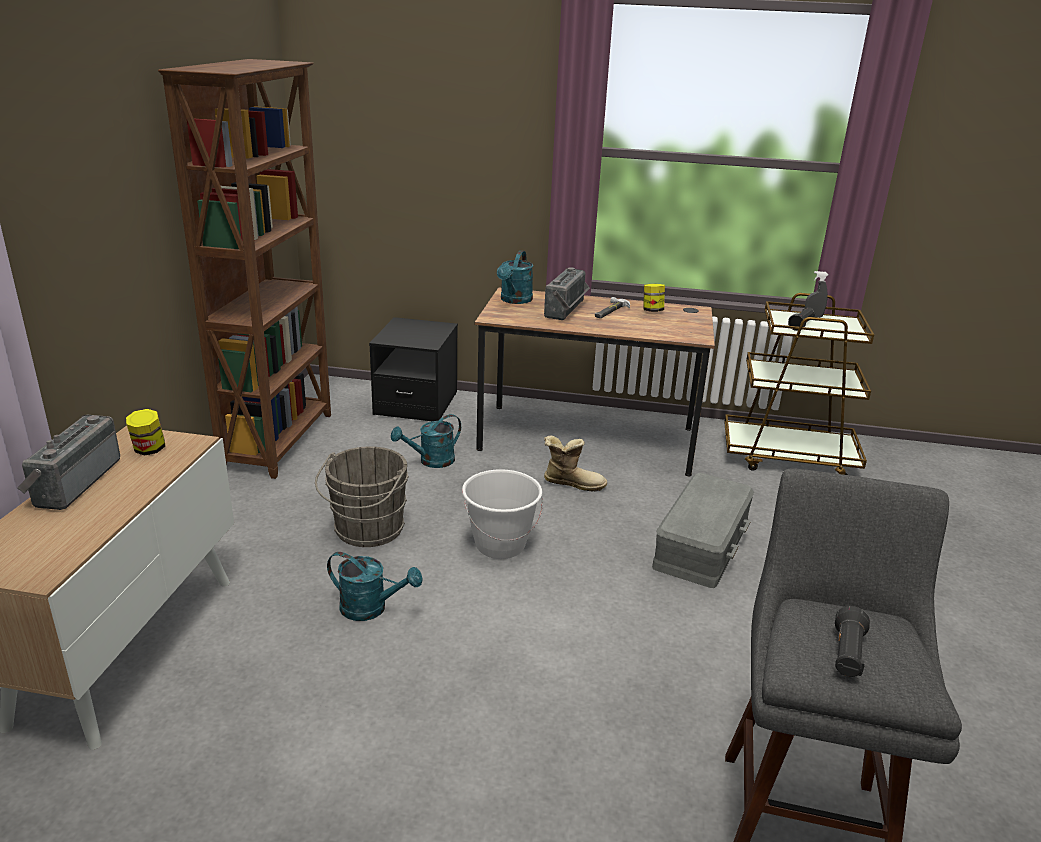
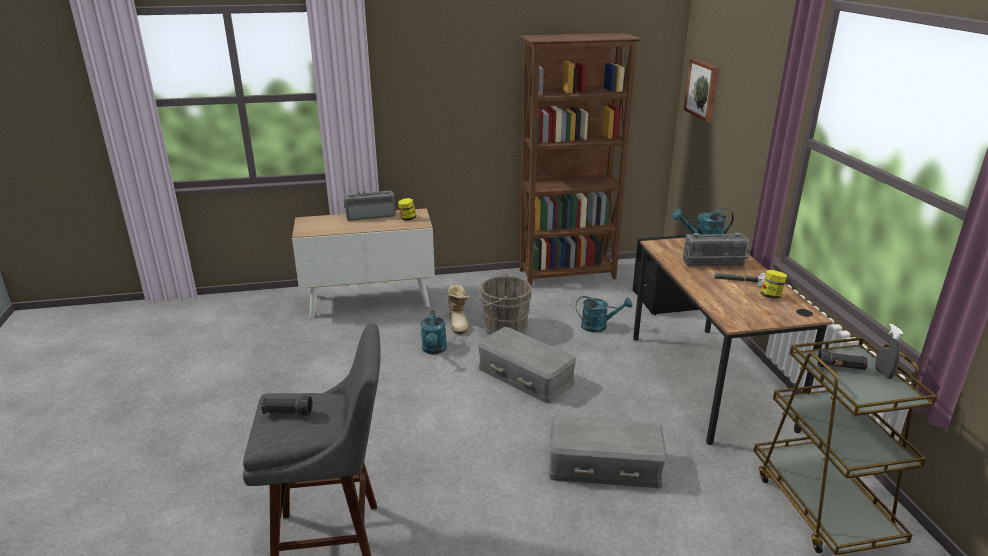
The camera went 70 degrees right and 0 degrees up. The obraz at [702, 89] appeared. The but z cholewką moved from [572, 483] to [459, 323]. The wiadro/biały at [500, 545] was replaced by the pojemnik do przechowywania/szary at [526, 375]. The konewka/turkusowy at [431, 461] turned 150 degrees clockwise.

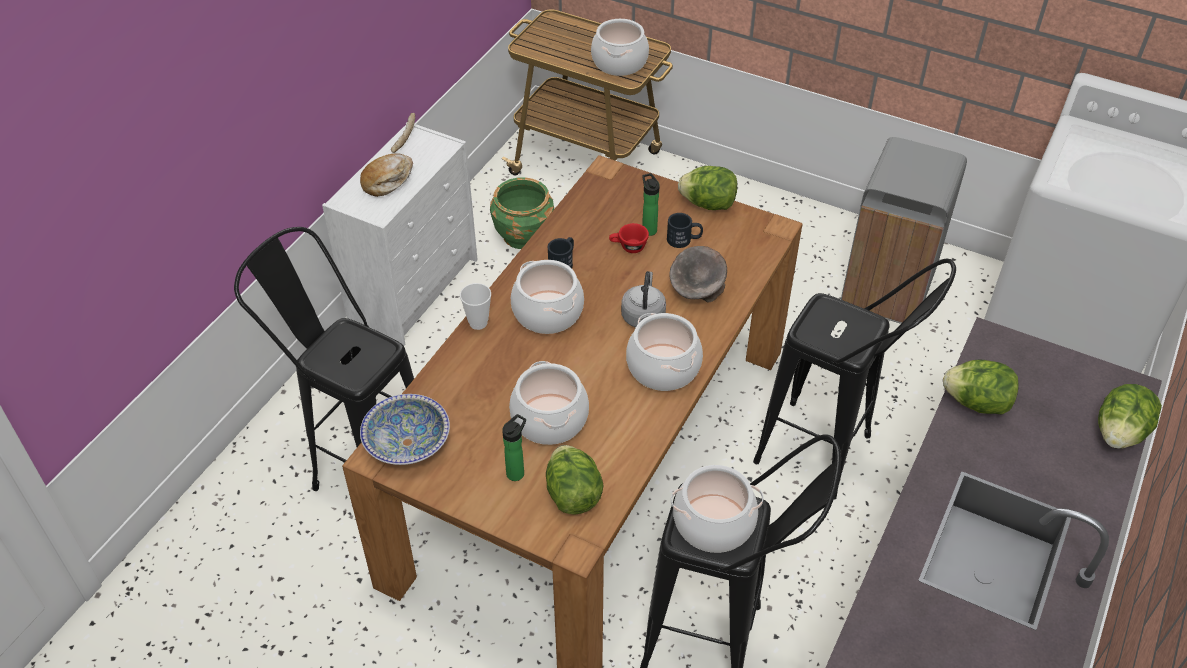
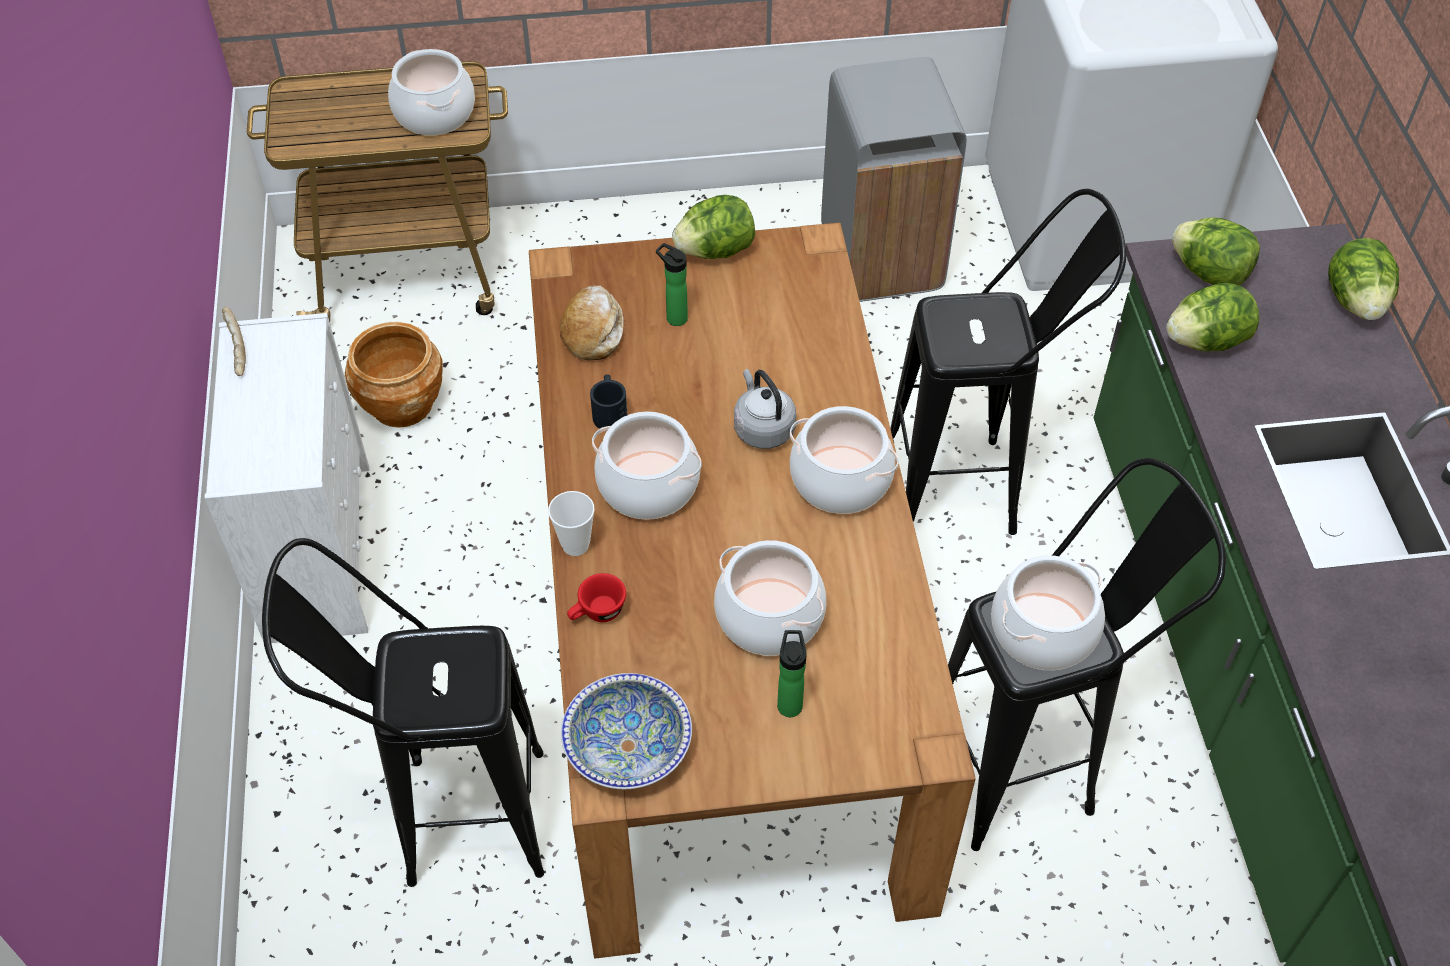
The camera went 35 degrees left and 5 degrees up. The kubek/czarny at [684, 240] disappeared. The miska/szary at [697, 292] disappeared. The chleb moved from [387, 180] to [592, 331]. The sałata moved from [573, 494] to [1209, 273]. The filiżanka/czerwony moved from [628, 247] to [597, 613]. The donica/zielony at [523, 235] became the donica/brązowy at [401, 404].

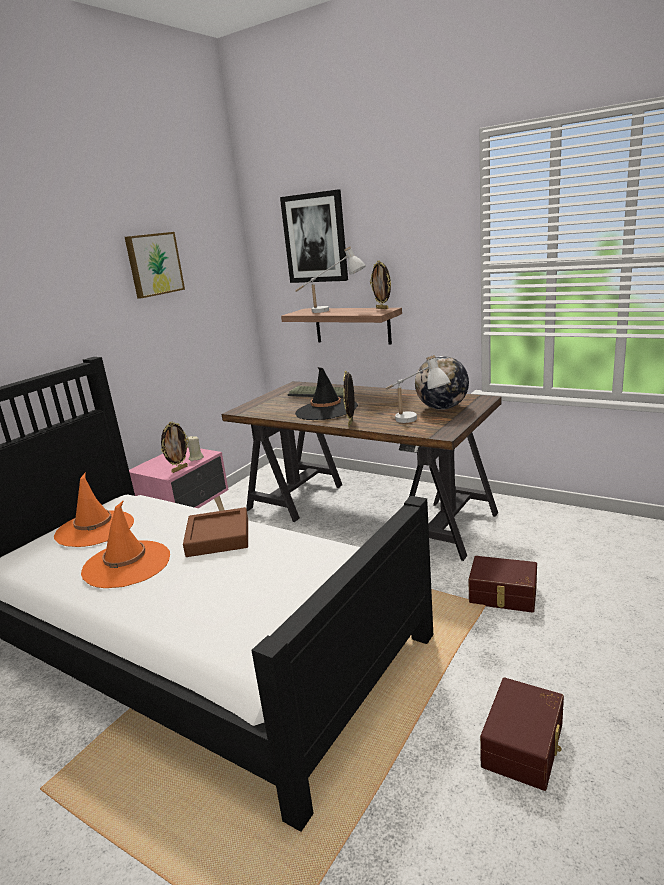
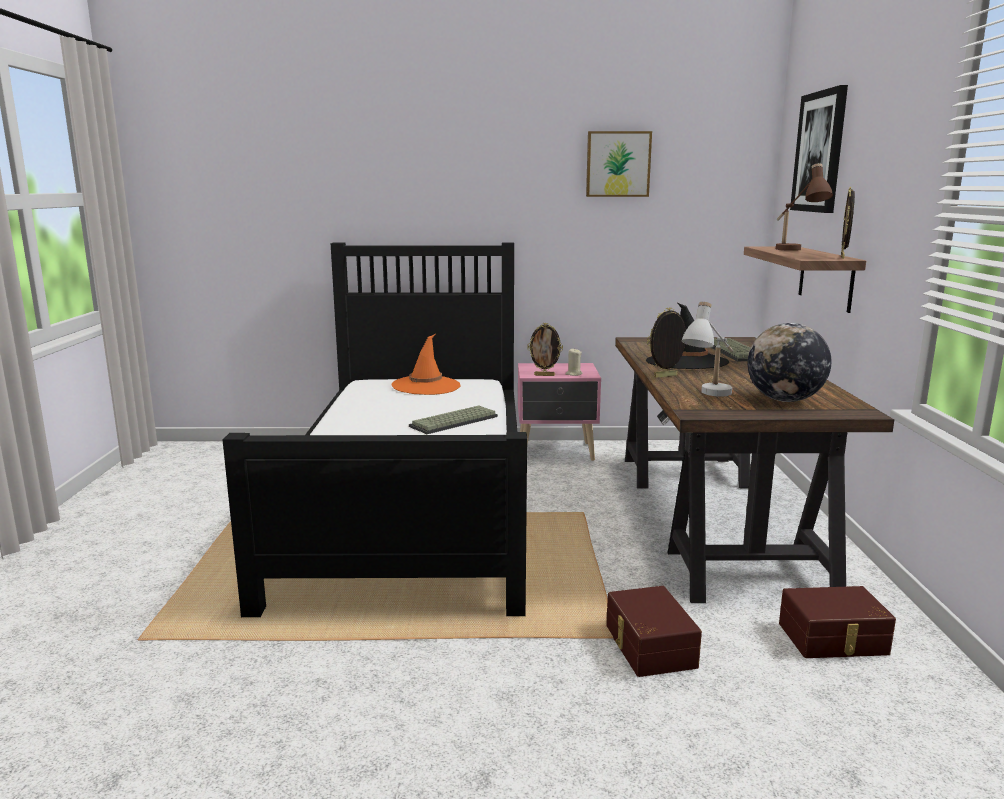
The camera went 55 degrees right and 5 degrees down. The kapelusz/pomarańczowy at [127, 564] disappeared. The pojemnik do przechowywania/brązowy moved from [525, 745] to [834, 639]. The taca/brązowy at [218, 537] was replaced by the klawiatura at [454, 422]. The lampa stołowa/biały at [331, 311] became the lampa stołowa/brązowy at [794, 251].

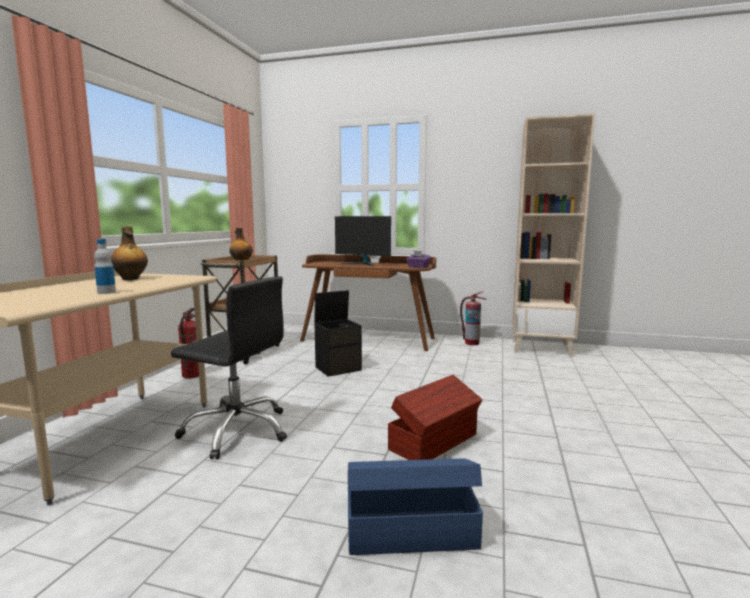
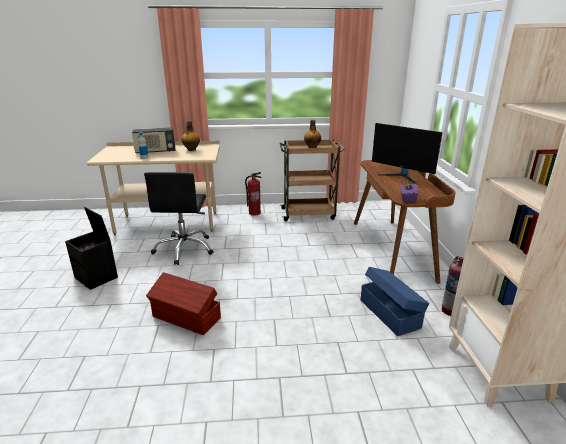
The camera went 70 degrees right and 15 degrees up. The radio at [155, 151] appeared. The pojemnik do przechowywania/czarny moved from [338, 368] to [97, 277]. The pojemnik do przechowywania/niebieski moved from [409, 530] to [390, 313]. The monitor at [363, 264] turned 60 degrees counterclockwise.

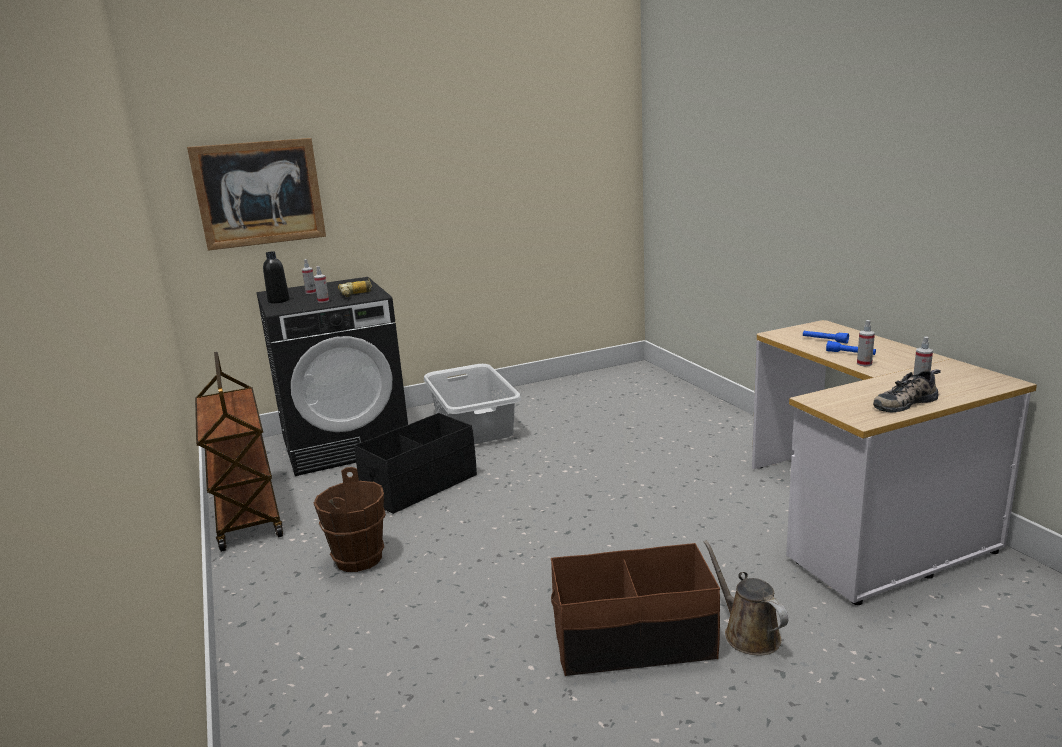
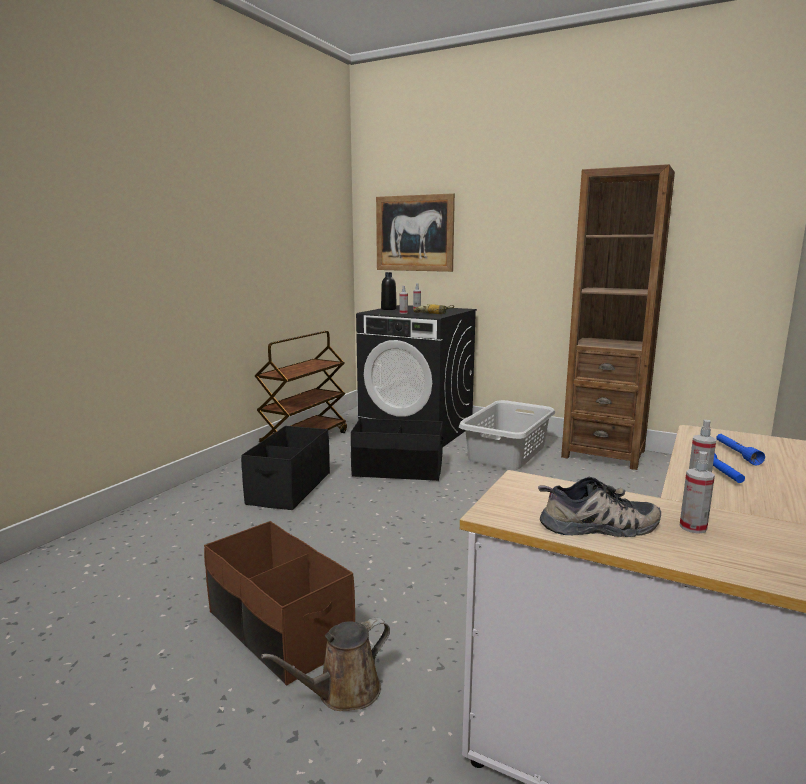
The camera went 50 degrees right and 5 degrees down. The regał/brązowy at [603, 454] appeared. The wiadro/brązowy at [359, 559] was replaced by the pojemnik do przechowywania/czarny at [289, 488]. The konewka/brązowy at [748, 633] turned 150 degrees counterclockwise. The but at [904, 402] turned 150 degrees clockwise.

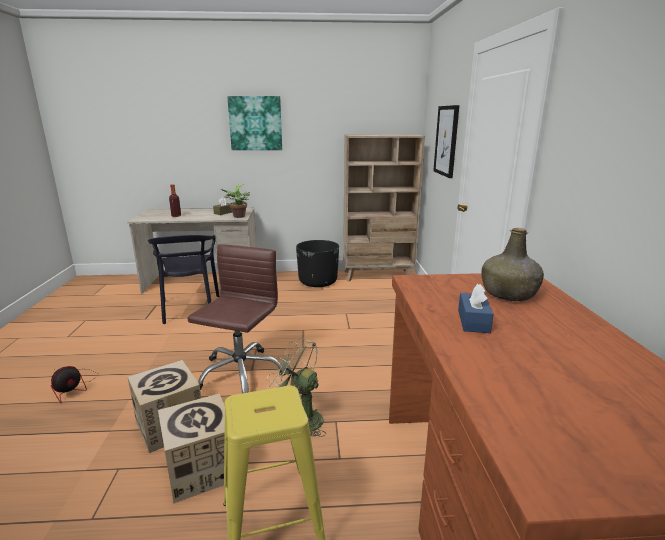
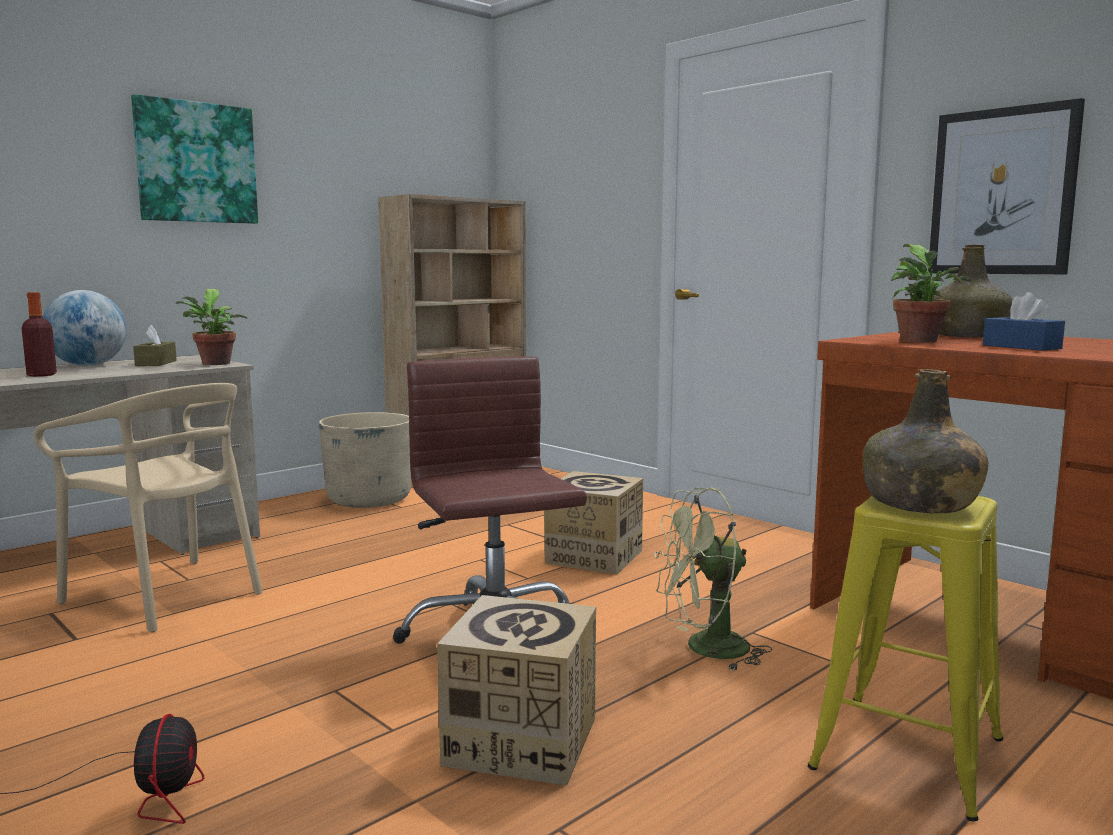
The camera went 40 degrees left and 10 degrees down. The globus at [88, 365] appeared. The butelka/zielony at [920, 504] appeared. The roślina doniczkowa at [921, 341] appeared. The karton moved from [201, 468] to [593, 557]. The obraz moved from [447, 141] to [1002, 192]. The krzesło/czarny at [190, 309] became the krzesło/beżowy at [166, 595]. The donica/czarny at [318, 281] became the donica/beżowy at [369, 499].

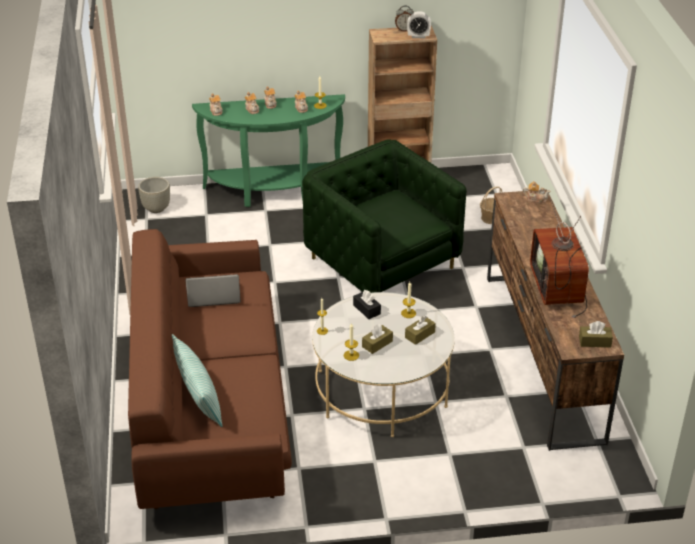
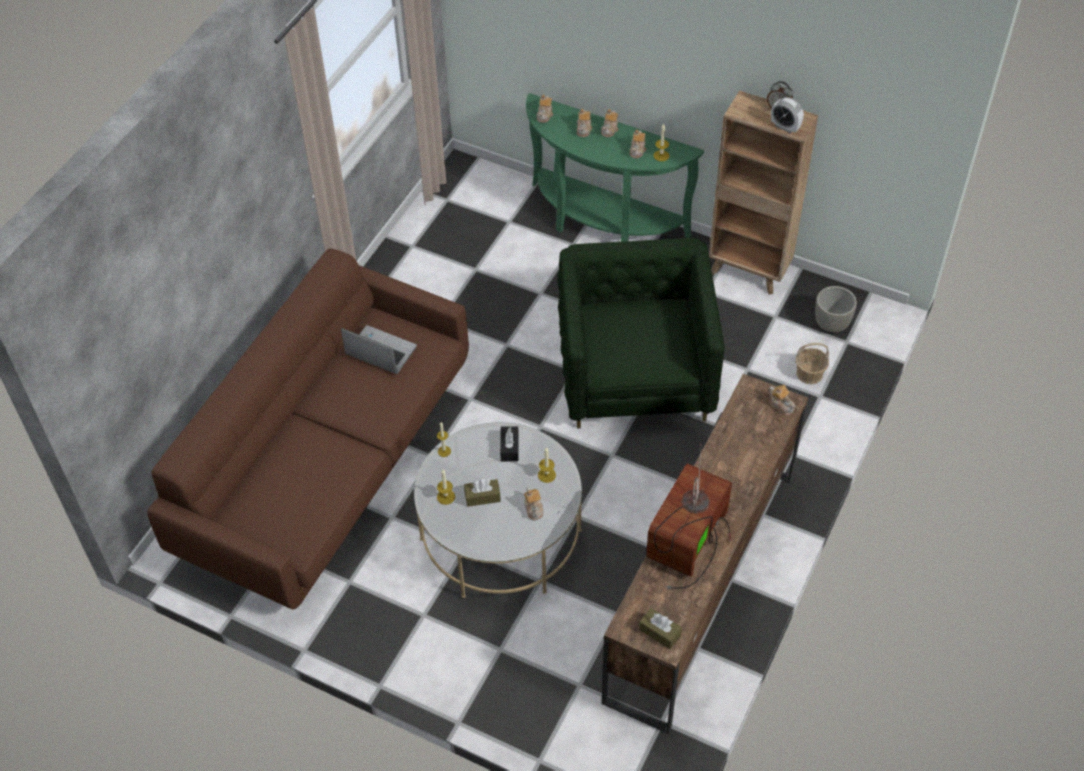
The camera went 35 degrees right and 15 degrees up. The poduszka at [198, 396] disappeared. The donica/szary moved from [156, 209] to [831, 325]. The pudełko chusteczek/brązowy at [420, 335] was replaced by the imbryk at [534, 508].

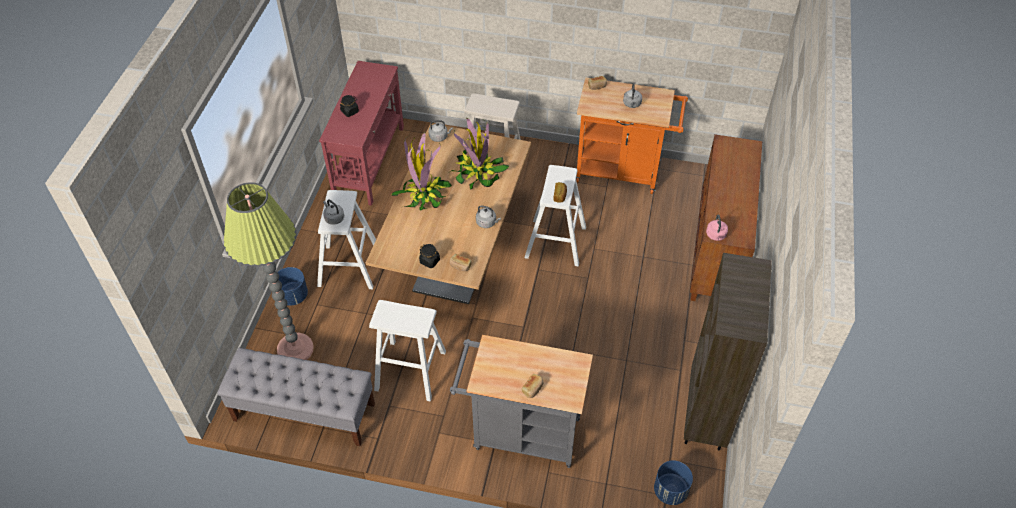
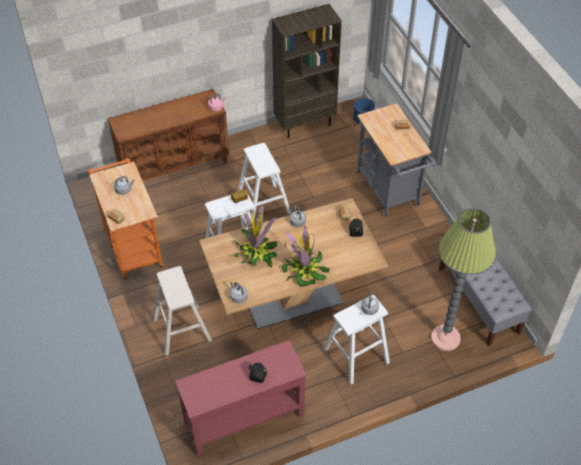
The camera went 125 degrees left and 0 degrees up. The donica/niebieski at [293, 296] disappeared. The stołek/biały moved from [410, 370] to [263, 205].

